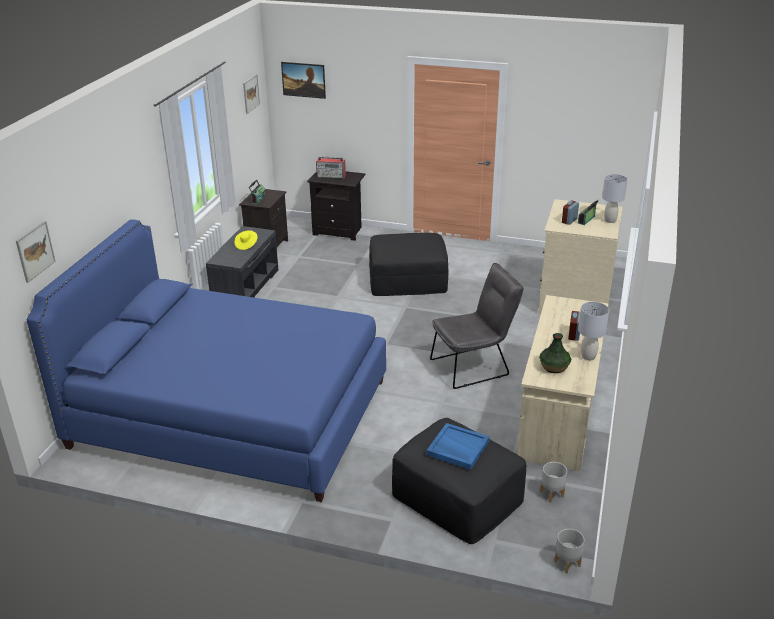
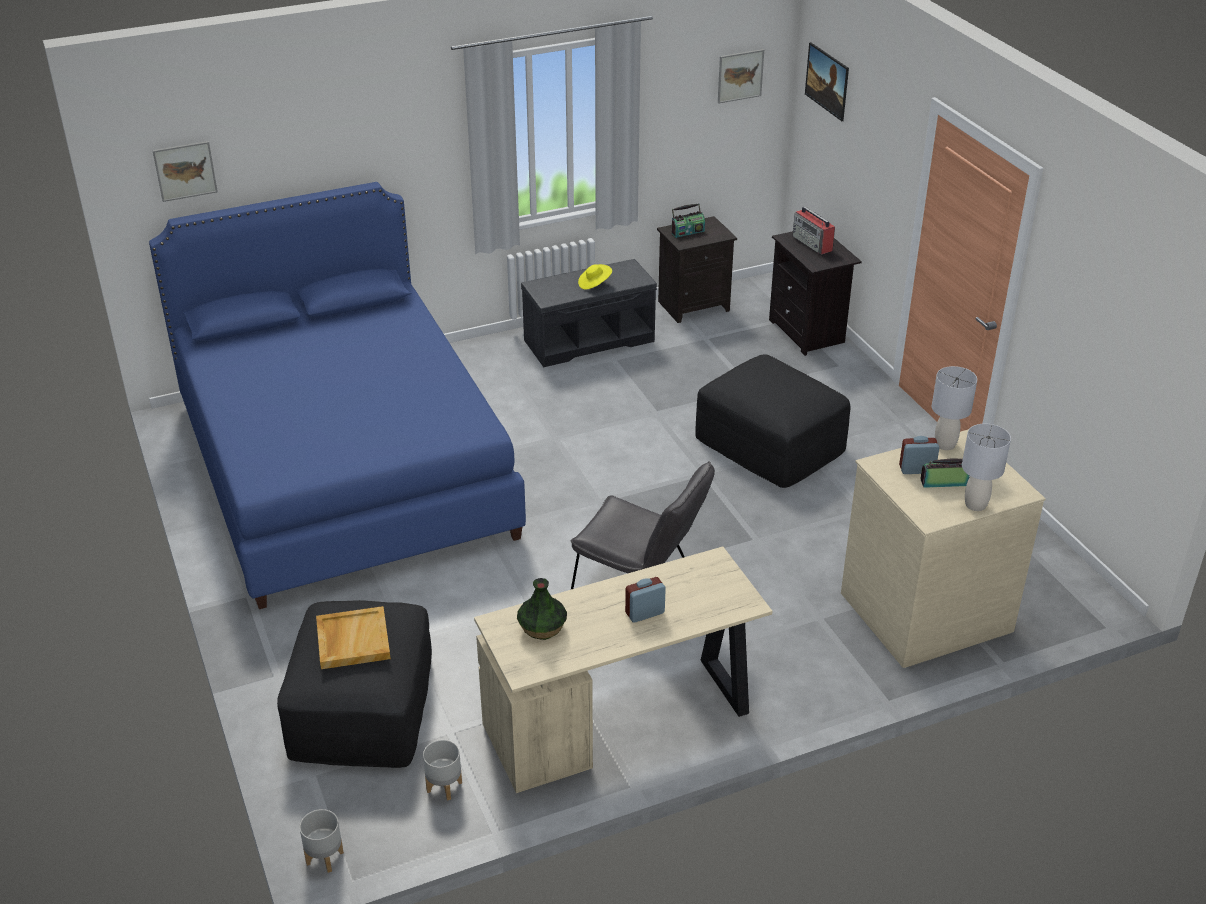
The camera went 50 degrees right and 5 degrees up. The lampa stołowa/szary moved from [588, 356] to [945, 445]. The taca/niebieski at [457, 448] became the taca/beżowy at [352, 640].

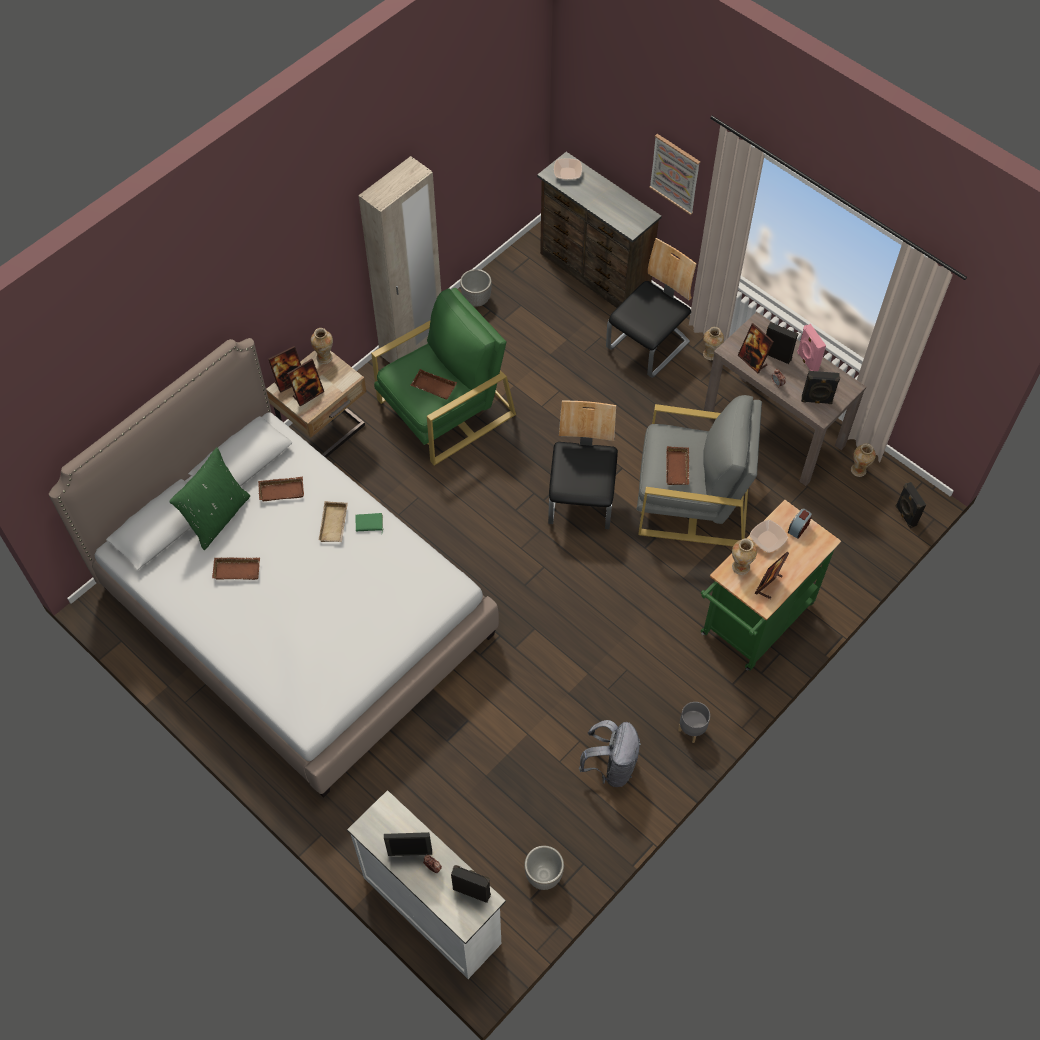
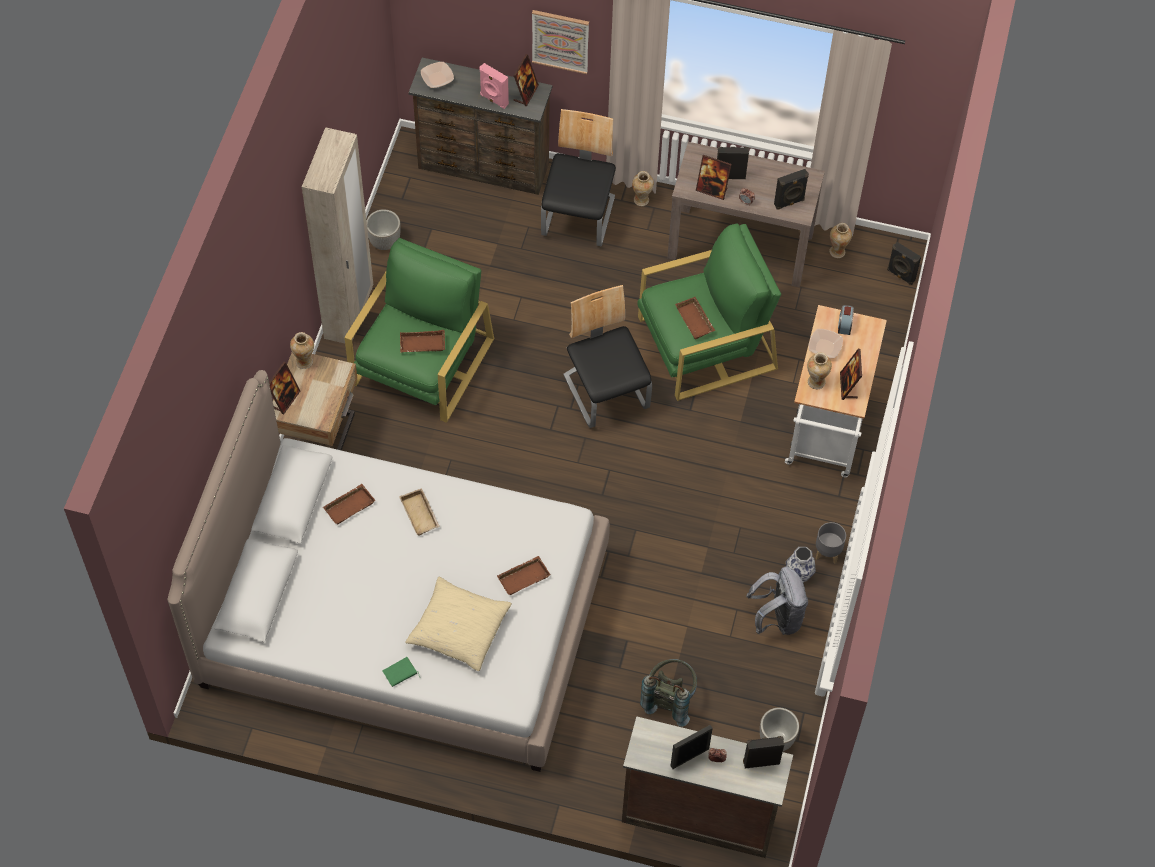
The camera went 30 degrees left and 0 degrees up. The poduszka/zielony at [217, 517] disappeared. The poduszka/beżowy at [459, 629] appeared. The plecak/szary at [669, 698] appeared. The wazon at [799, 574] appeared. The taca/brązowy moved from [238, 569] to [523, 576]. The ramka na zdjęcie moved from [308, 394] to [525, 93]. The książka/zielony moved from [369, 524] to [400, 673]. The głośnik/różowy moved from [806, 361] to [493, 100]. The komoda/biały at [432, 908] became the komoda/brązowy at [698, 815]. The fotel/szary at [693, 497] became the fotel/zielony at [705, 343]. The wózek/zielony at [752, 624] became the wózek/biały at [825, 435].

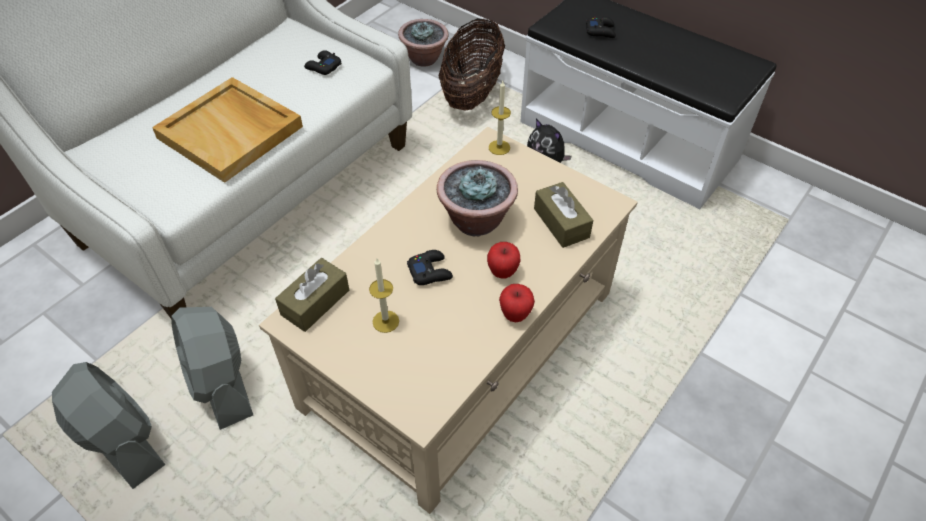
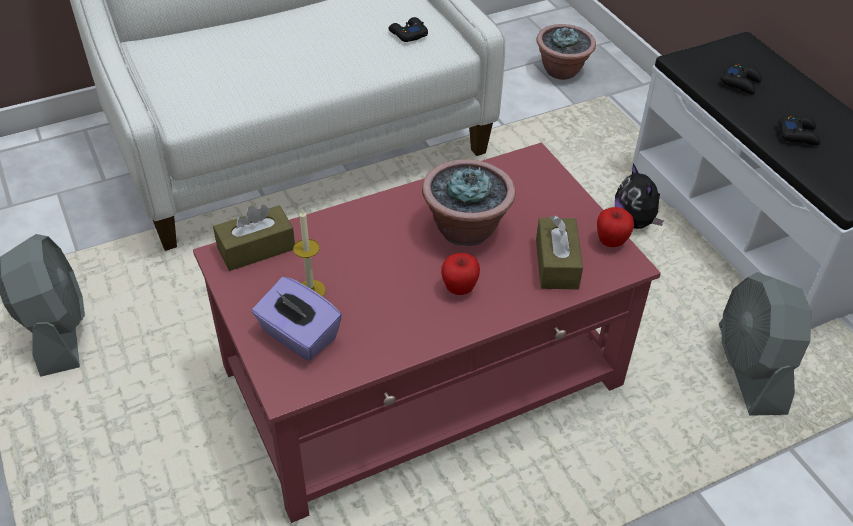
The camera went 25 degrees right and 5 degrees down. The taca/beżowy at [231, 132] disappeared. The koszyk at [472, 93] disappeared. The świeca at [499, 147] disappeared. The pudełko chusteczek/fioletowy at [298, 336] appeared. The wentylator/szary moved from [222, 383] to [750, 369]. The pad do gier/czarny moved from [430, 271] to [798, 135]. The jabłko moved from [515, 314] to [611, 242]. The ława/beżowy at [463, 348] became the ława/czerwony at [424, 377].

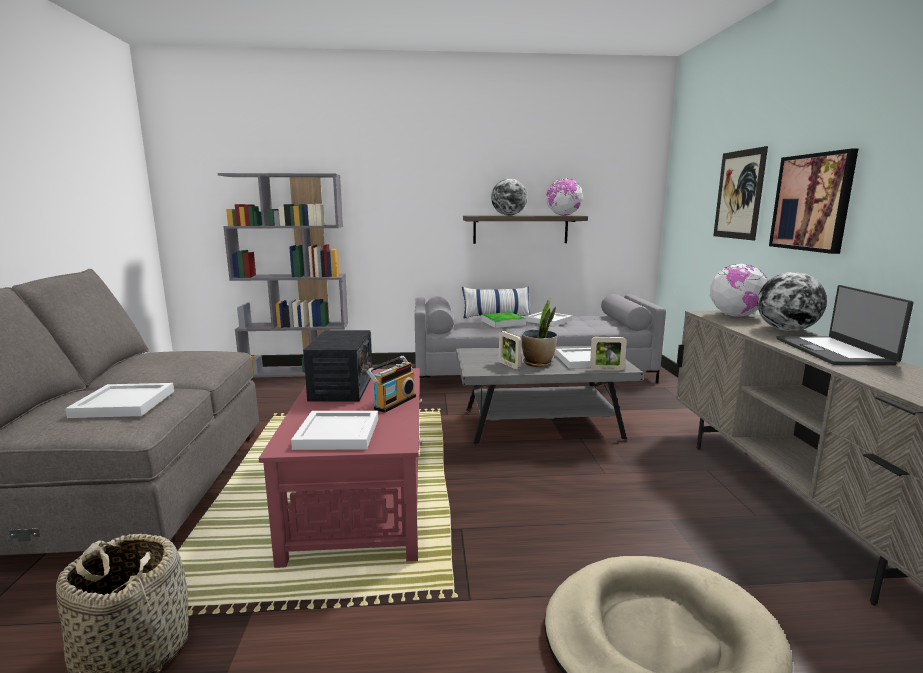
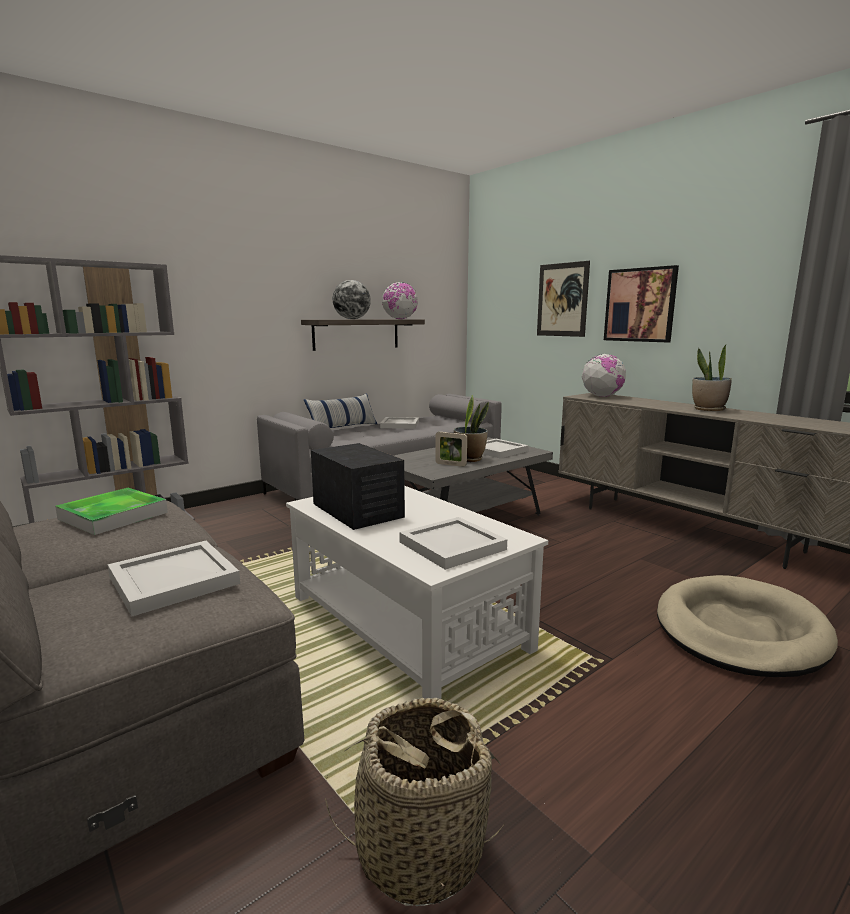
The camera went 35 degrees left and 0 degrees up. The radio at [393, 402] disappeared. The ramka na zdjęcie at [606, 369] disappeared. The globus at [786, 330] disappeared. The taca moved from [503, 322] to [113, 516]. The laptop at [834, 351] was replaced by the roślina doniczkowa at [708, 409]. The ława/czerwony at [361, 494] became the ława/biały at [405, 621].

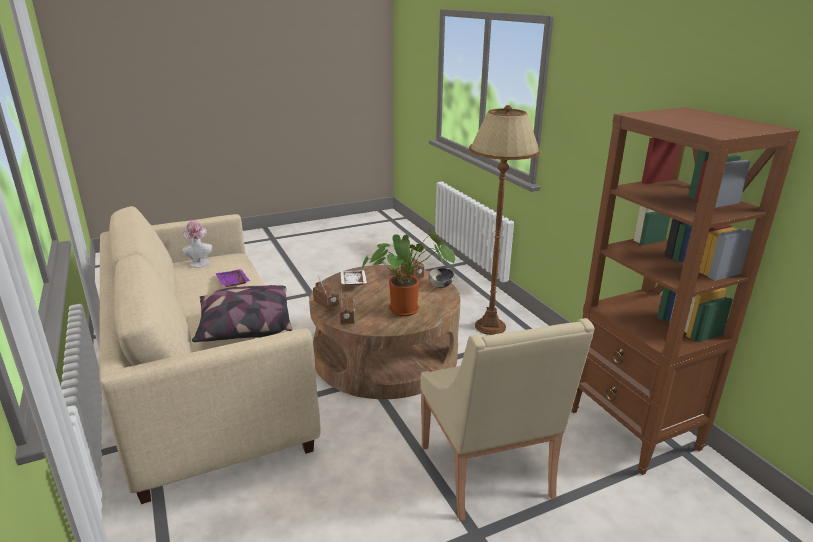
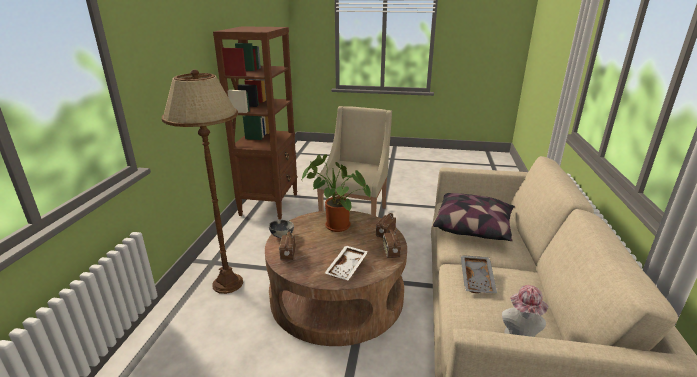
The camera went 145 degrees left and 0 degrees up. The taca/fioletowy at [232, 283] became the taca/szary at [478, 279].

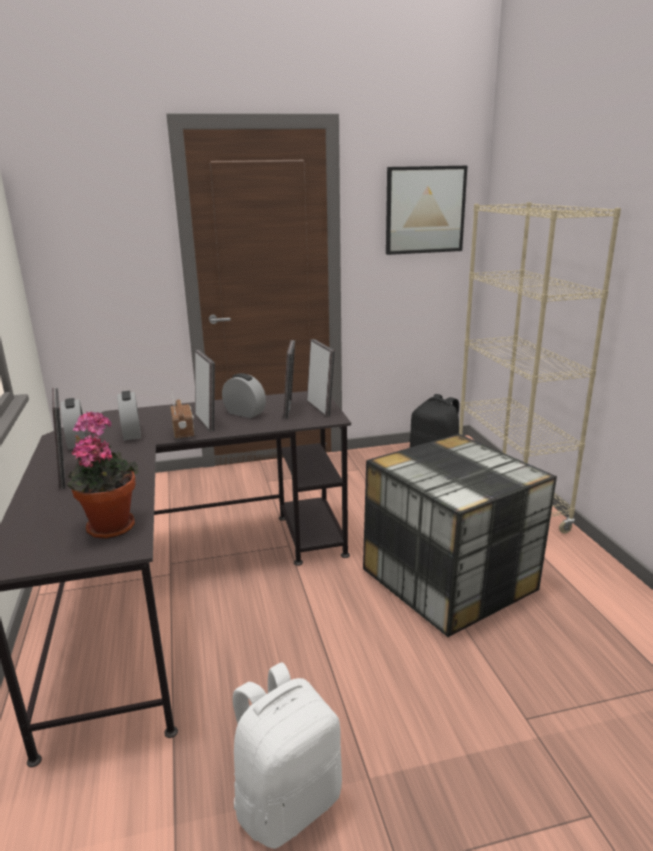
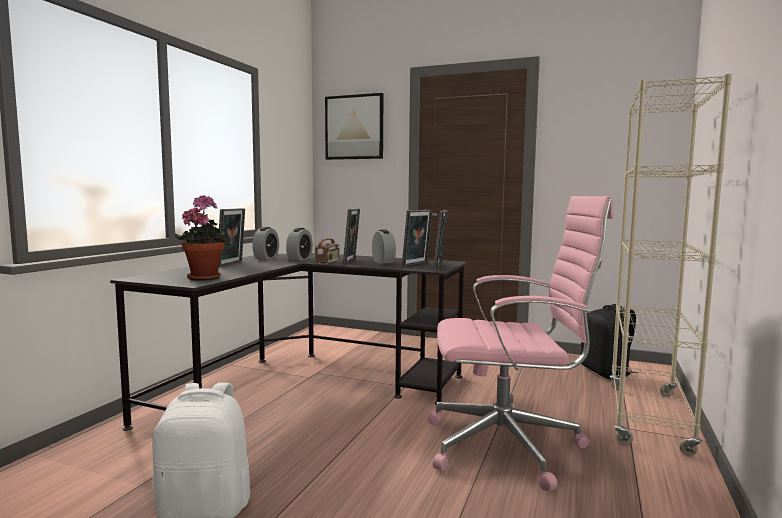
The camera went 35 degrees right and 15 degrees down. The obraz moved from [425, 210] to [354, 127]. The pojemnik do przechowywania at [451, 580] was replaced by the krzesło biurowe/różowy at [508, 445].

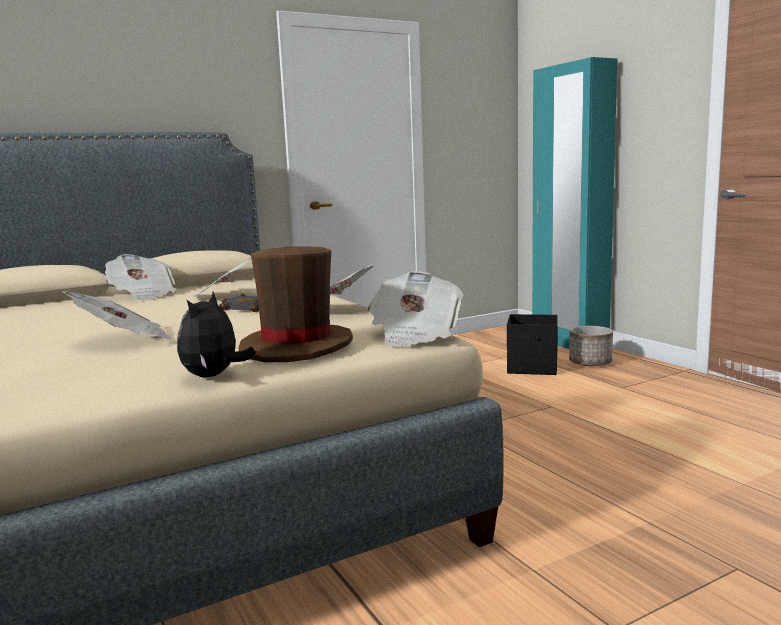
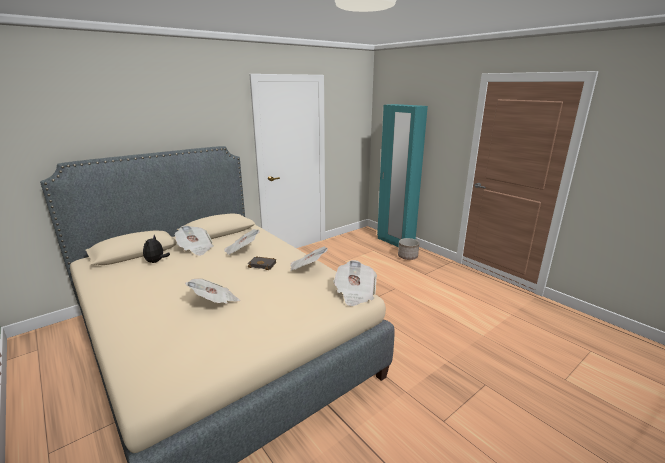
The camera went 10 degrees left and 10 degrees up. The kapelusz/brązowy at [297, 346] disappeared. The pojemnik do przechowywania/czarny at [533, 368] disappeared. The pluszak moved from [214, 376] to [156, 261].

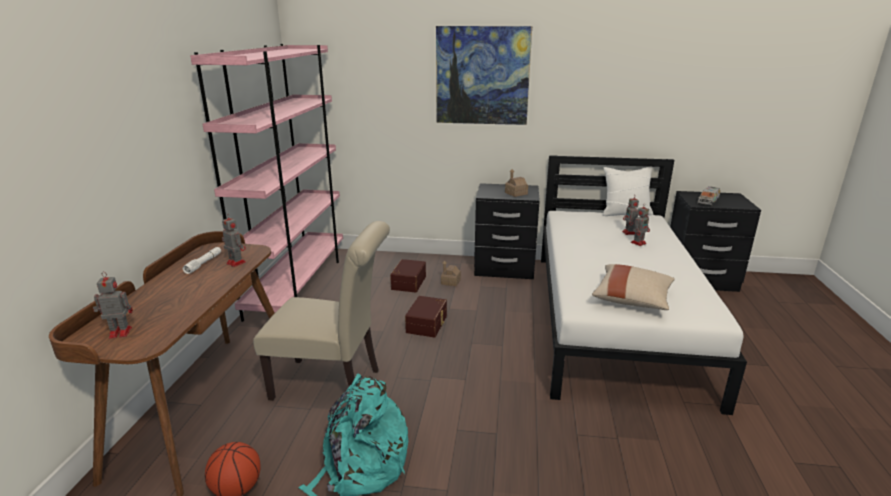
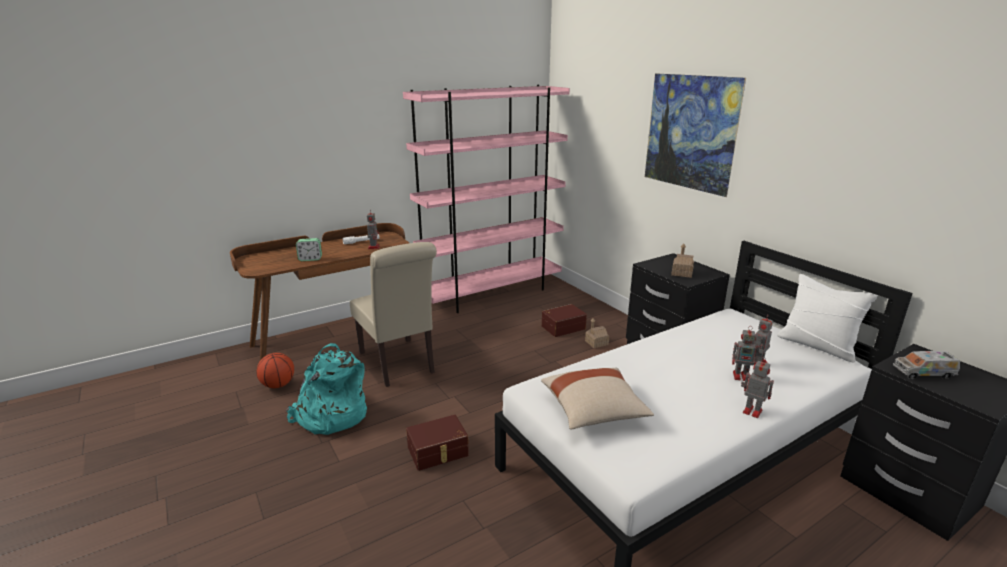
The camera went 50 degrees right and 0 degrees up. The budzik at [310, 259] appeared. The robot zabawkowy moved from [119, 332] to [751, 411]. The pojemnik do przechowywania/brązowy moved from [427, 324] to [438, 452].

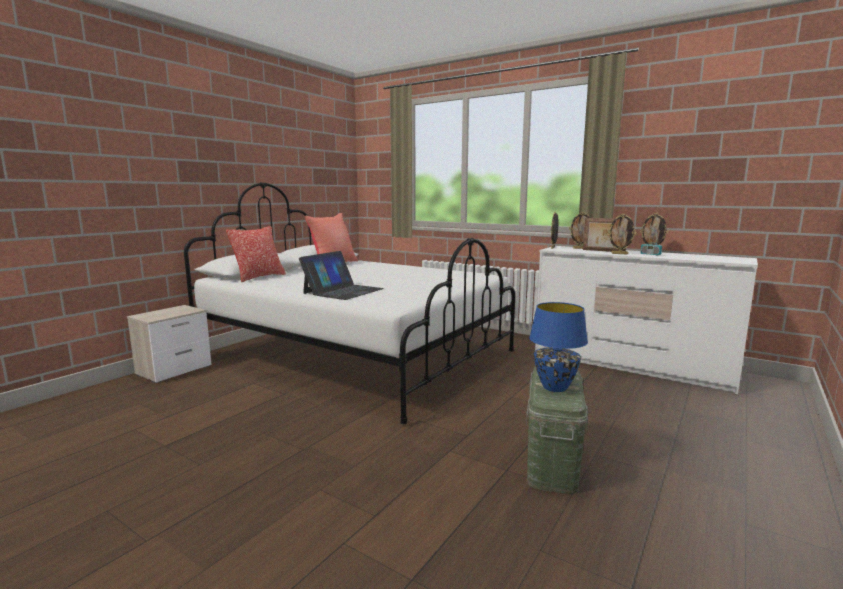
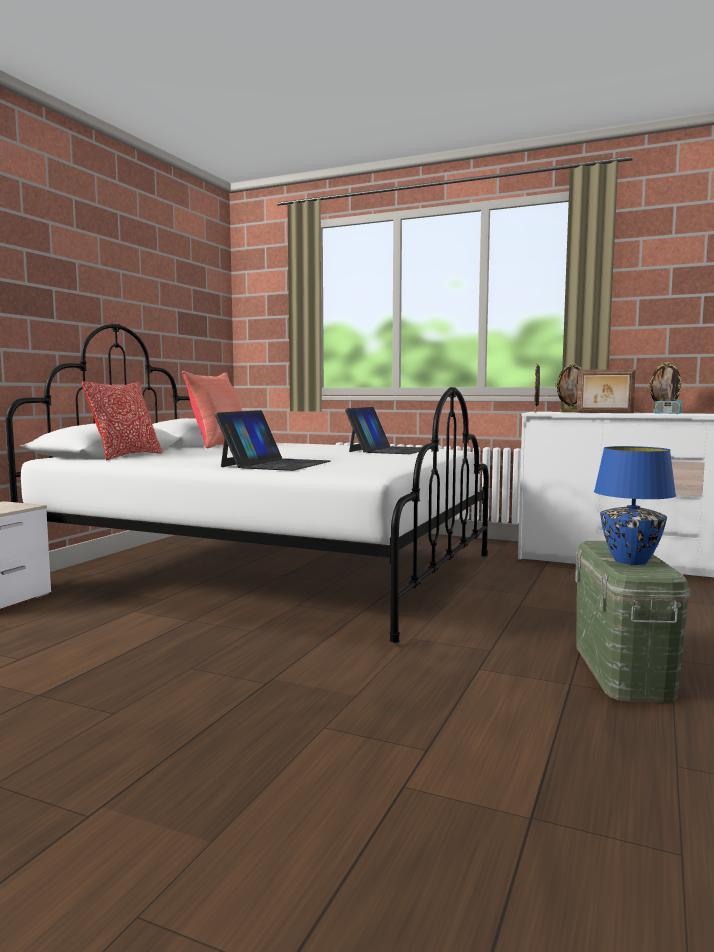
The camera went 10 degrees left and 5 degrees down. The ramka na zdjęcie at [619, 254] disappeared. The laptop at [389, 450] appeared.

